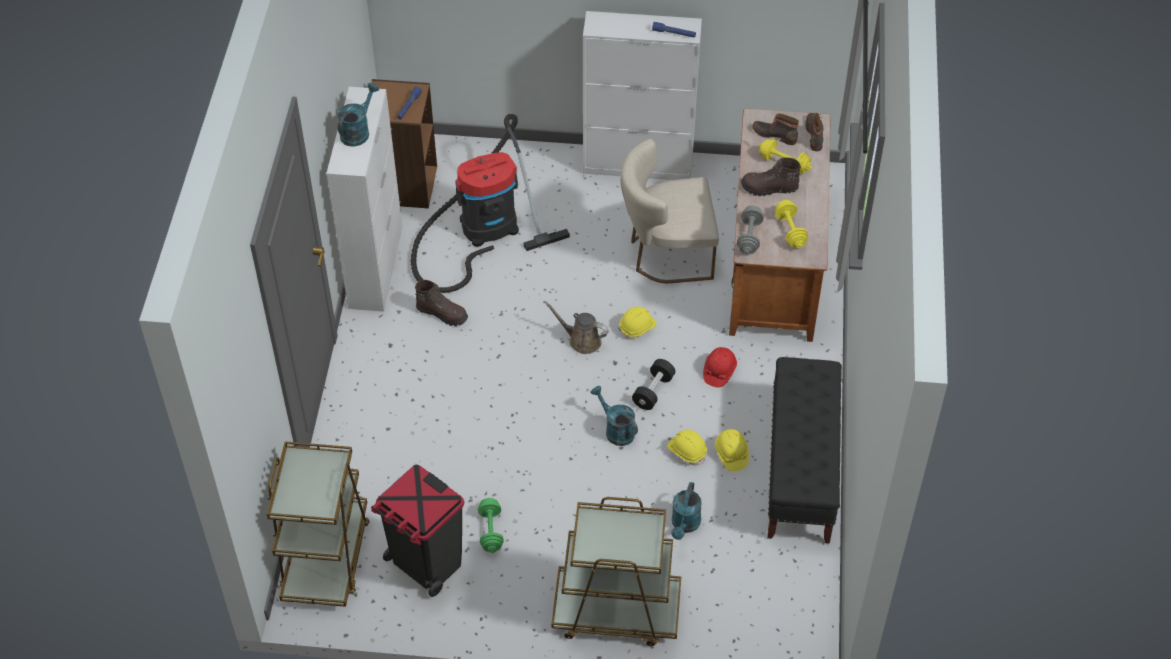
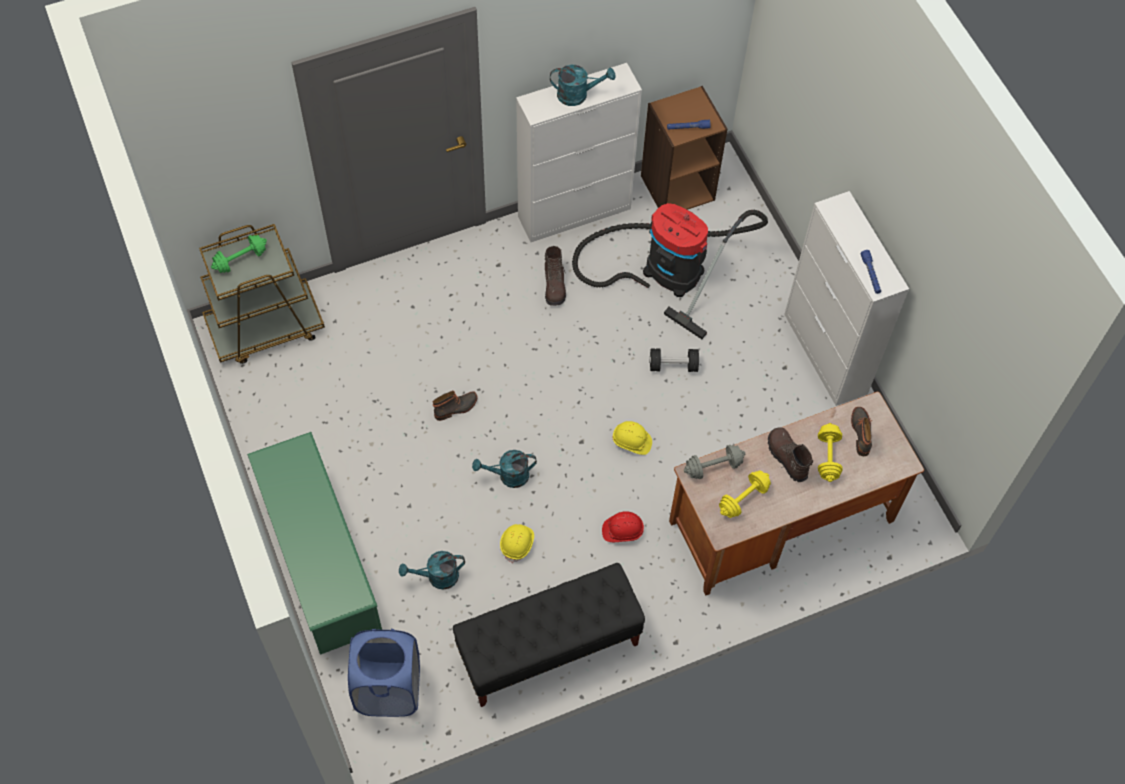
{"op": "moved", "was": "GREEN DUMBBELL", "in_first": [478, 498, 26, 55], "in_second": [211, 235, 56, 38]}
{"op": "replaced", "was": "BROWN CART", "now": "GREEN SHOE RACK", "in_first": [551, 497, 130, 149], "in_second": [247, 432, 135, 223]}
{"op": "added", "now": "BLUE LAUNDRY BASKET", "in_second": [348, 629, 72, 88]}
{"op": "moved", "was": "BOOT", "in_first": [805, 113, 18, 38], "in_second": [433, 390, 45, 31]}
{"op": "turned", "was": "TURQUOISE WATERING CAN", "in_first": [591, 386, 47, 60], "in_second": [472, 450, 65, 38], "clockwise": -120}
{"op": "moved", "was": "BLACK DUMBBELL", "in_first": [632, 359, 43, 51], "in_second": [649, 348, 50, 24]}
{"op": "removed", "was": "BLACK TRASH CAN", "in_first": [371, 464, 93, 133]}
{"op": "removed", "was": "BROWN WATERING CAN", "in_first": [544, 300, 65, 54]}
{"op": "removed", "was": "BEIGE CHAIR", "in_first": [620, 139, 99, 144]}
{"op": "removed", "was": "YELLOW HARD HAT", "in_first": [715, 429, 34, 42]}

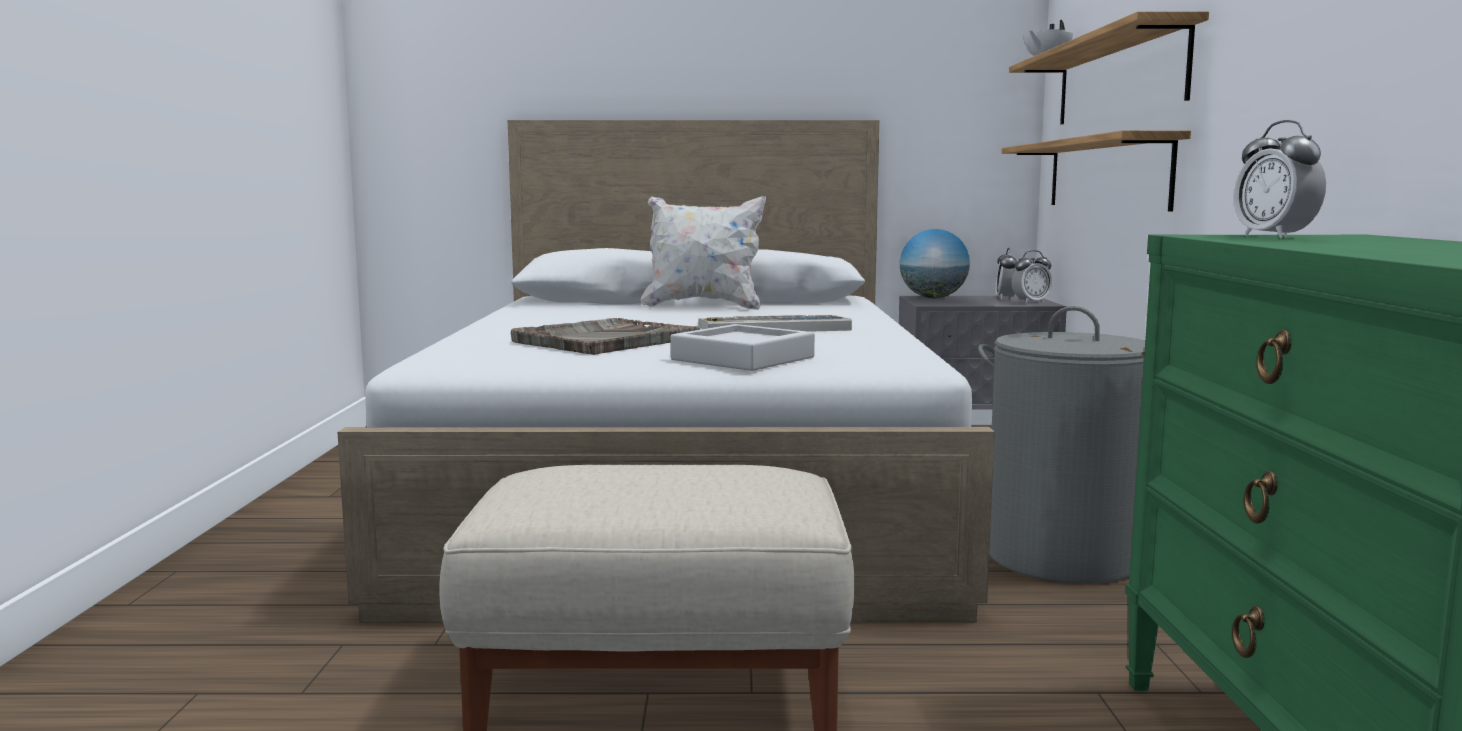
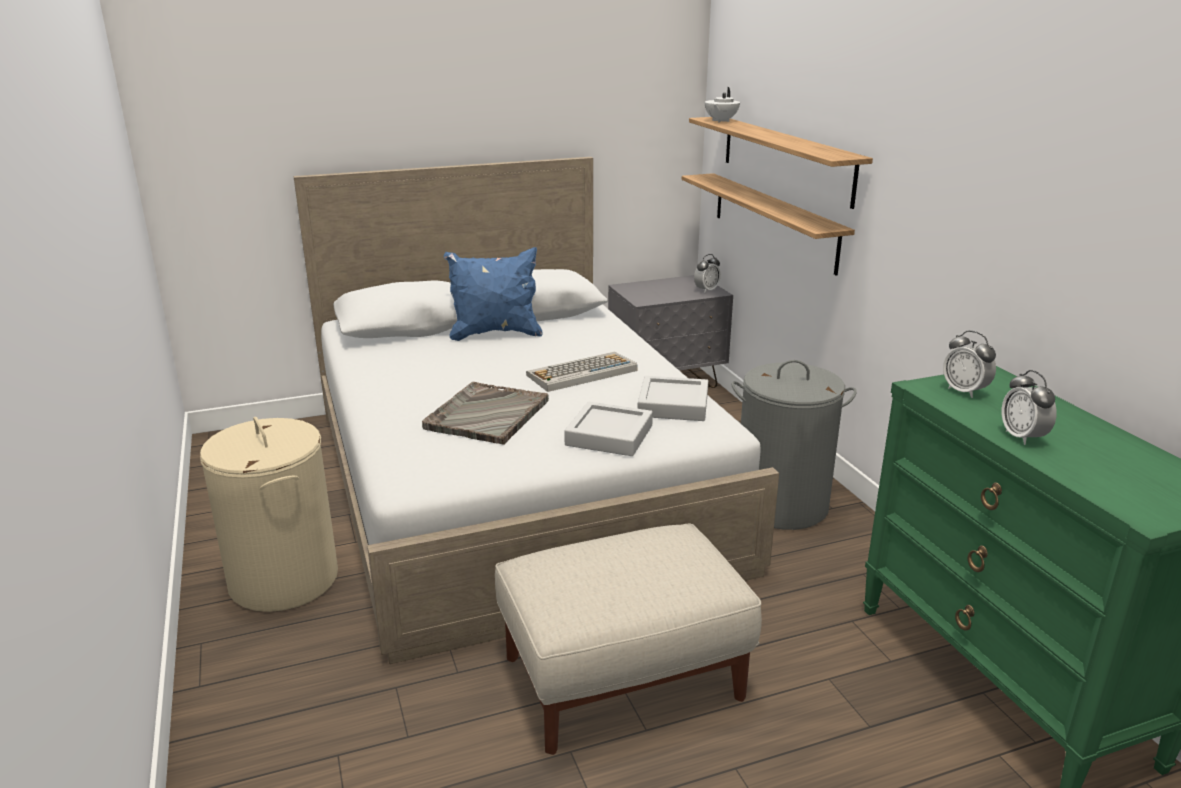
{"op": "added", "now": "BEIGE LAUNDRY BASKET", "in_second": [200, 417, 138, 195]}
{"op": "recoloured", "was": "WHITE PILLOW", "now": "BLUE PILLOW", "in_first": [641, 196, 125, 114], "in_second": [444, 247, 99, 94]}
{"op": "added", "now": "GREY TRAY", "in_second": [638, 376, 70, 45]}
{"op": "moved", "was": "ALARM CLOCK", "in_first": [996, 248, 21, 52], "in_second": [1002, 370, 55, 75]}
{"op": "removed", "was": "GLOBE", "in_first": [900, 229, 70, 69]}

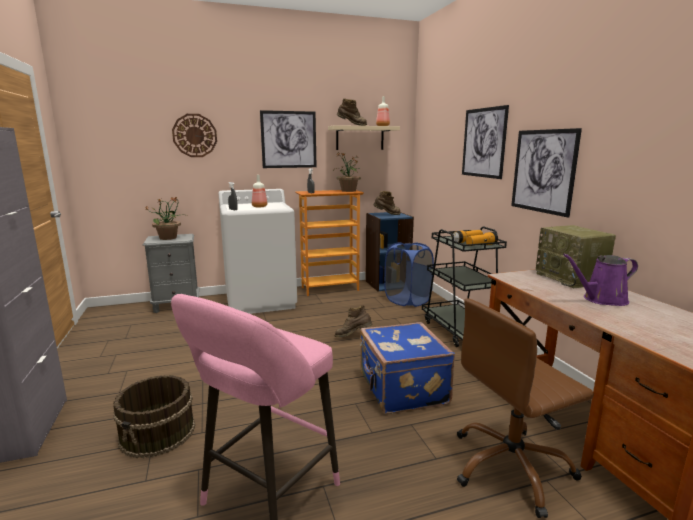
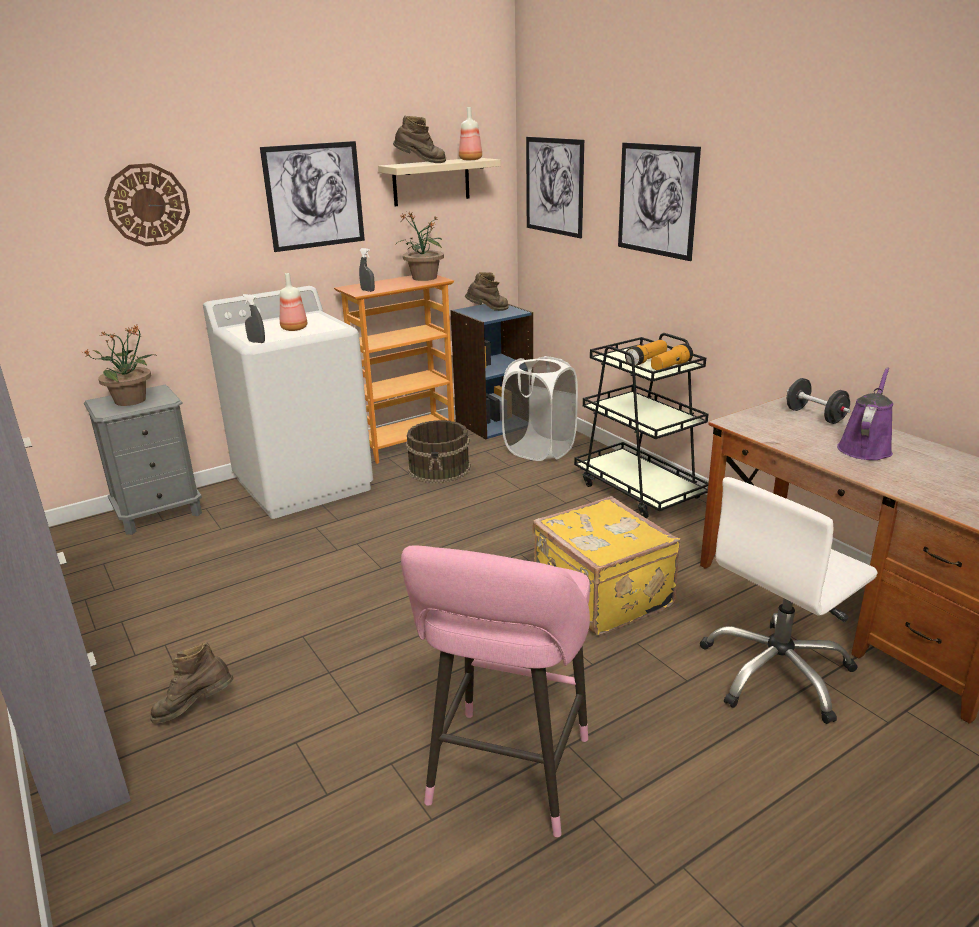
{"op": "moved", "was": "BROWN BOOT", "in_first": [335, 305, 38, 32], "in_second": [150, 642, 84, 81]}
{"op": "moved", "was": "BROWN BUCKET", "in_first": [114, 375, 82, 83], "in_second": [406, 420, 64, 63]}
{"op": "recoloured", "was": "BLUE LAUNDRY BASKET", "now": "WHITE LAUNDRY BASKET", "in_first": [384, 242, 50, 65], "in_second": [502, 356, 76, 105]}
{"op": "moved", "was": "PICTURE", "in_first": [511, 128, 71, 89], "in_second": [526, 137, 58, 101]}
{"op": "recoloured", "was": "BLUE SUITCASE", "now": "YELLOW SUITCASE", "in_first": [360, 322, 95, 92], "in_second": [532, 496, 149, 139]}
{"op": "recoloured", "was": "BROWN OFFICE CHAIR", "now": "WHITE OFFICE CHAIR", "in_first": [457, 298, 137, 220], "in_second": [700, 477, 178, 247]}
{"op": "replaced", "was": "RADIO", "now": "BLACK DUMBBELL", "in_first": [536, 225, 80, 63], "in_second": [787, 378, 64, 46]}
{"op": "turned", "was": "PURPLE WATERING CAN", "in_first": [563, 254, 75, 52], "in_second": [837, 368, 56, 92], "clockwise": 150}

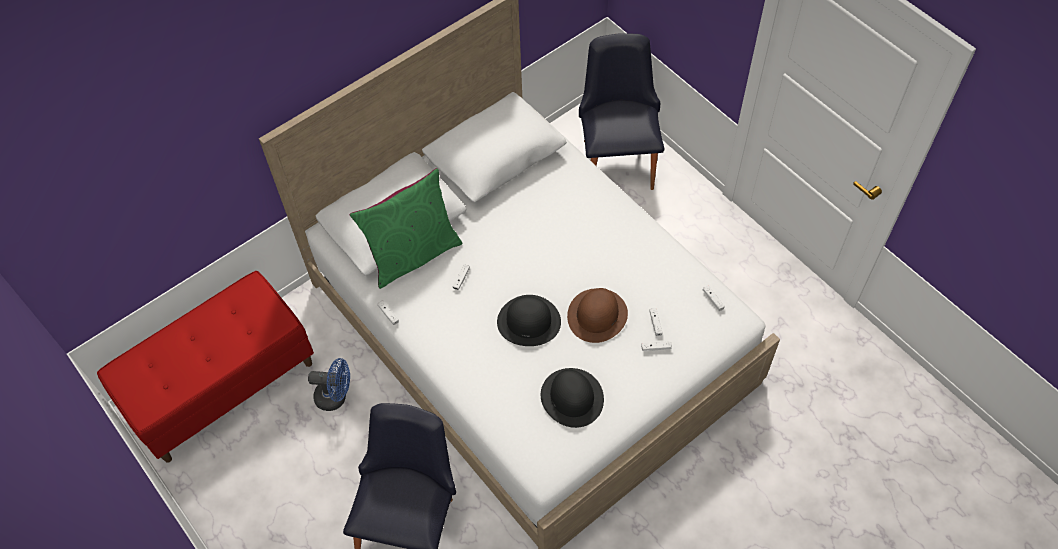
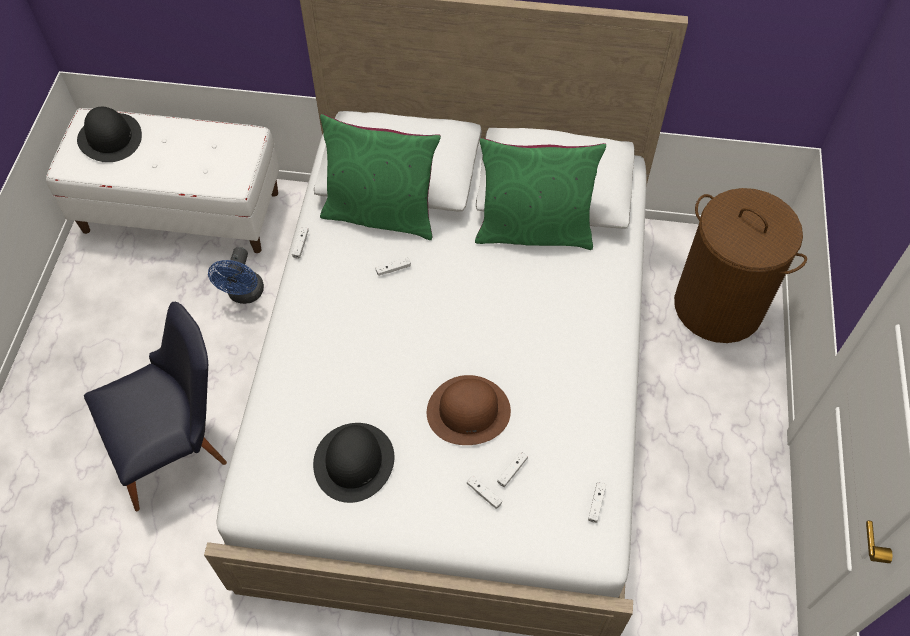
{"op": "recoloured", "was": "RED BENCH", "now": "WHITE BENCH", "in_first": [97, 271, 217, 192], "in_second": [46, 108, 233, 145]}
{"op": "moved", "was": "BLACK HAT", "in_first": [497, 295, 64, 51], "in_second": [77, 107, 65, 55]}
{"op": "turned", "was": "BLUE FAN", "in_first": [308, 358, 42, 53], "in_second": [208, 247, 56, 57], "clockwise": 45}
{"op": "added", "now": "GREEN PILLOW", "in_second": [475, 138, 131, 112]}
{"op": "replaced", "was": "BLACK CHAIR", "now": "BROWN LAUNDRY BASKET", "in_first": [579, 33, 86, 157], "in_second": [674, 188, 133, 155]}

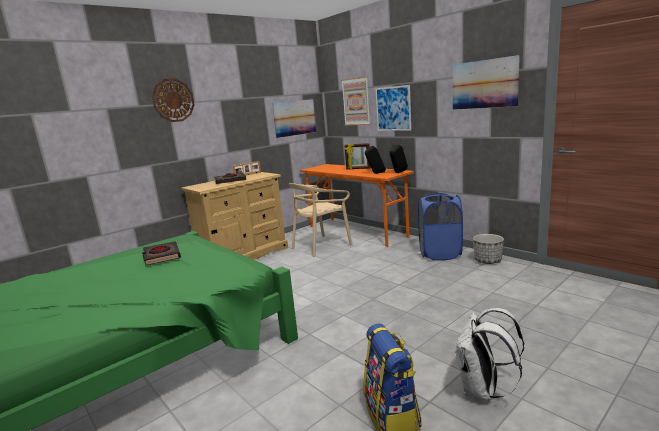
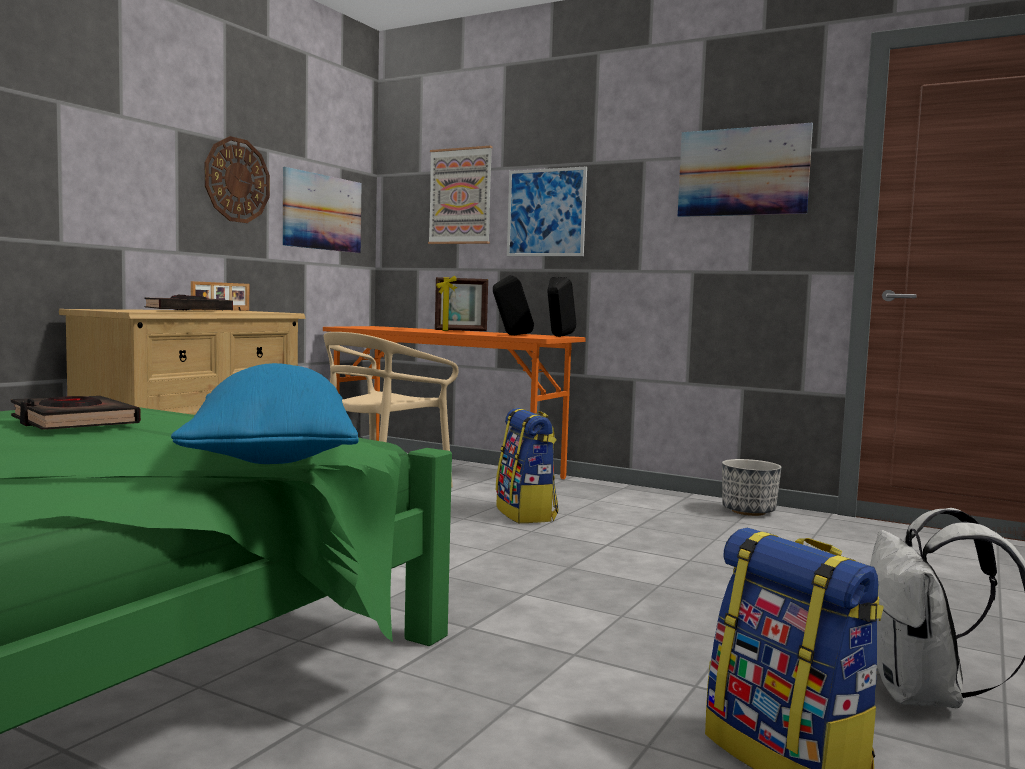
{"op": "added", "now": "BLUE PILLOW", "in_second": [171, 363, 188, 101]}
{"op": "moved", "was": "WALL CLOCK", "in_first": [152, 79, 43, 43], "in_second": [205, 136, 65, 87]}
{"op": "added", "now": "BACKPACK", "in_second": [496, 408, 63, 115]}
{"op": "removed", "was": "BLUE LAUNDRY BASKET", "in_first": [418, 193, 45, 68]}

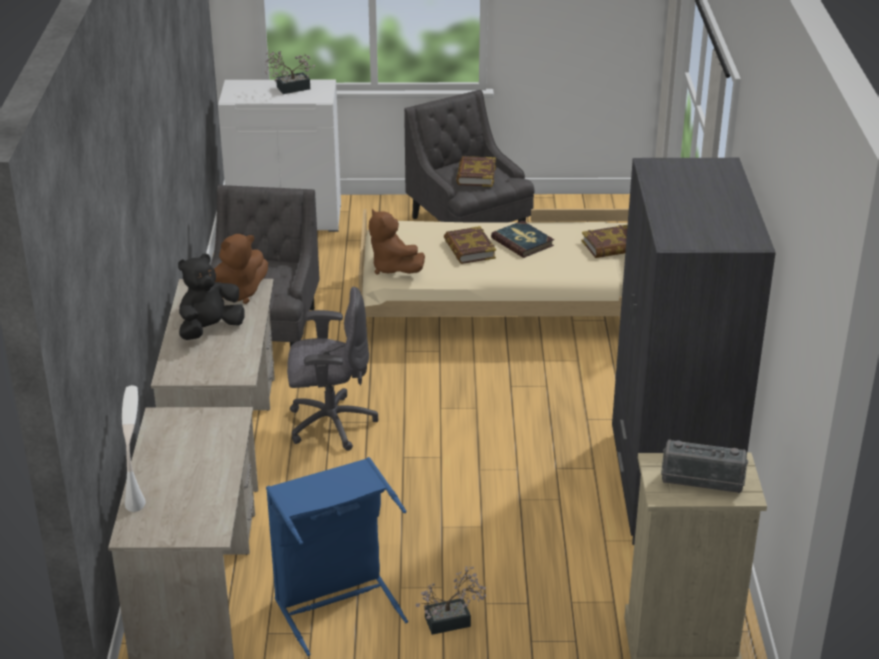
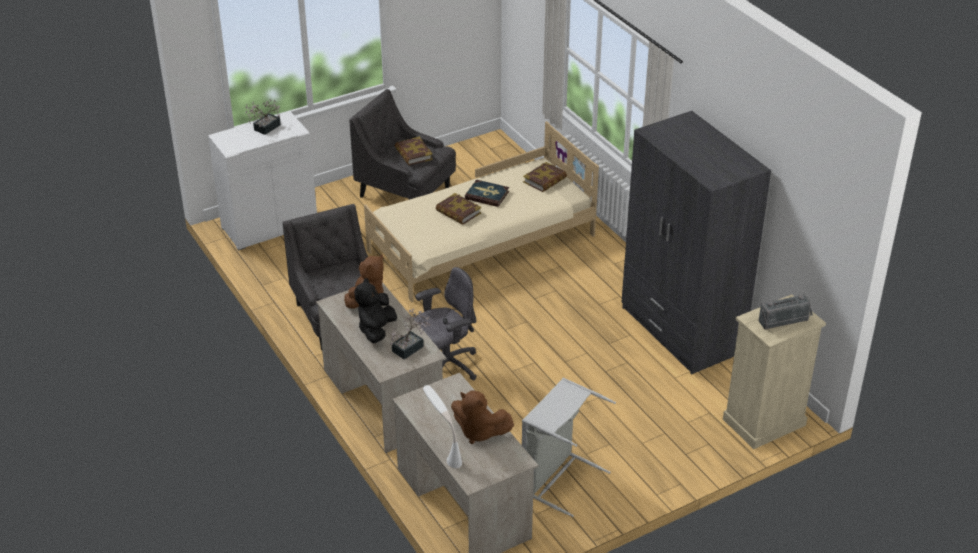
{"op": "moved", "was": "POTTED PLANT", "in_first": [416, 567, 70, 68], "in_second": [390, 308, 40, 51]}
{"op": "moved", "was": "BROWN PLUSH TOY", "in_first": [369, 208, 56, 67], "in_second": [451, 391, 63, 53]}
{"op": "recoloured", "was": "BLUE LAUNDRY BASKET", "now": "GREY LAUNDRY BASKET", "in_first": [266, 457, 142, 199], "in_second": [522, 378, 94, 139]}

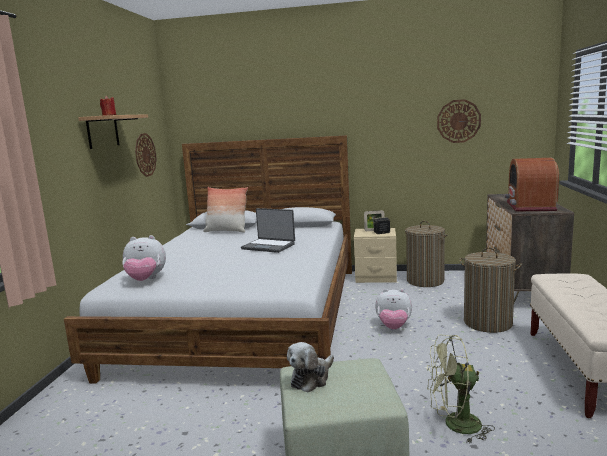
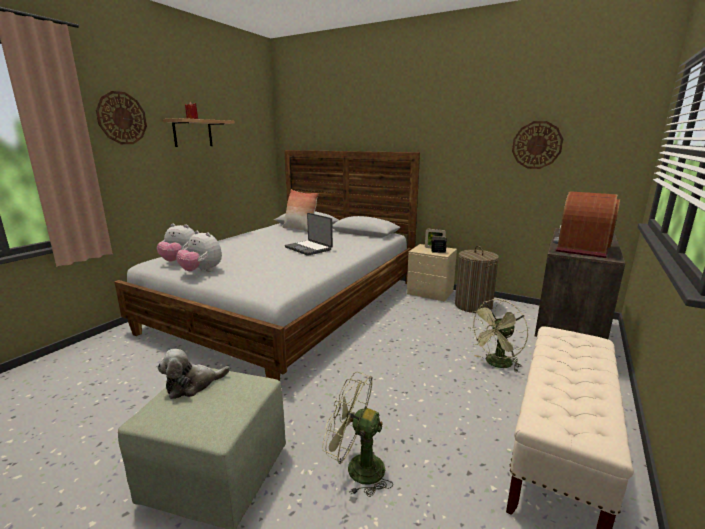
{"op": "moved", "was": "WALL CLOCK", "in_first": [135, 133, 22, 44], "in_second": [96, 91, 51, 53]}
{"op": "moved", "was": "PLUSH TOY", "in_first": [375, 289, 37, 40], "in_second": [176, 231, 46, 41]}
{"op": "replaced", "was": "LAUNDRY BASKET", "now": "GREEN FAN", "in_first": [459, 248, 63, 85], "in_second": [471, 299, 57, 73]}

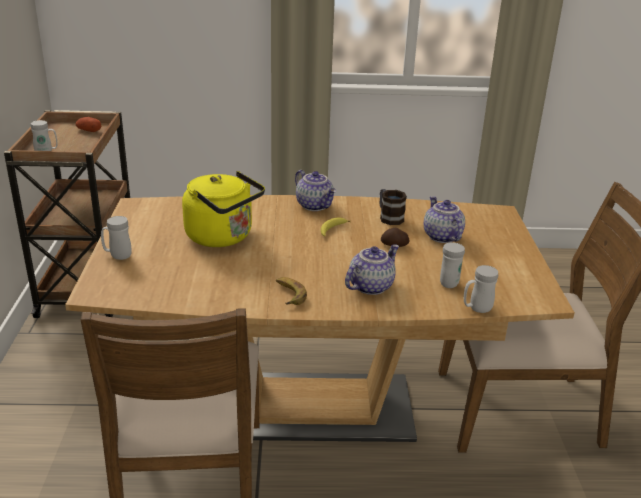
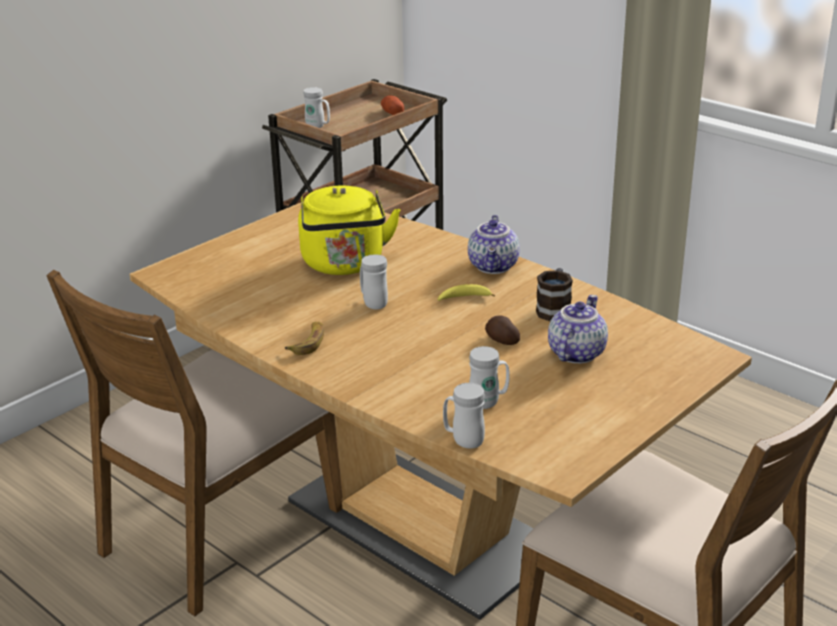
{"op": "moved", "was": "WHITE MUG", "in_first": [101, 216, 31, 44], "in_second": [360, 254, 28, 56]}
{"op": "removed", "was": "TEAPOT", "in_first": [345, 244, 54, 51]}

